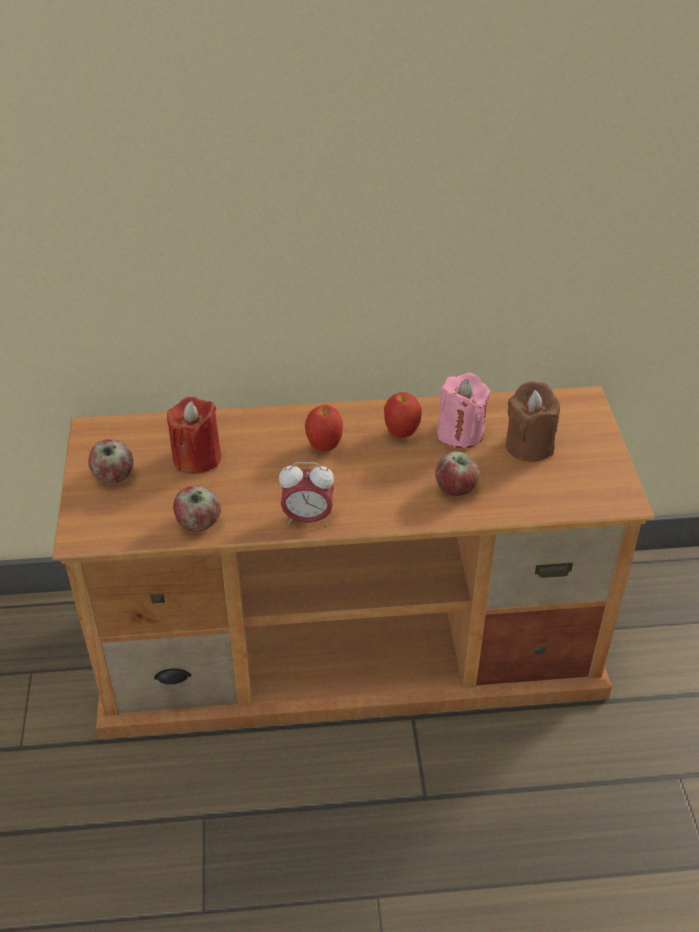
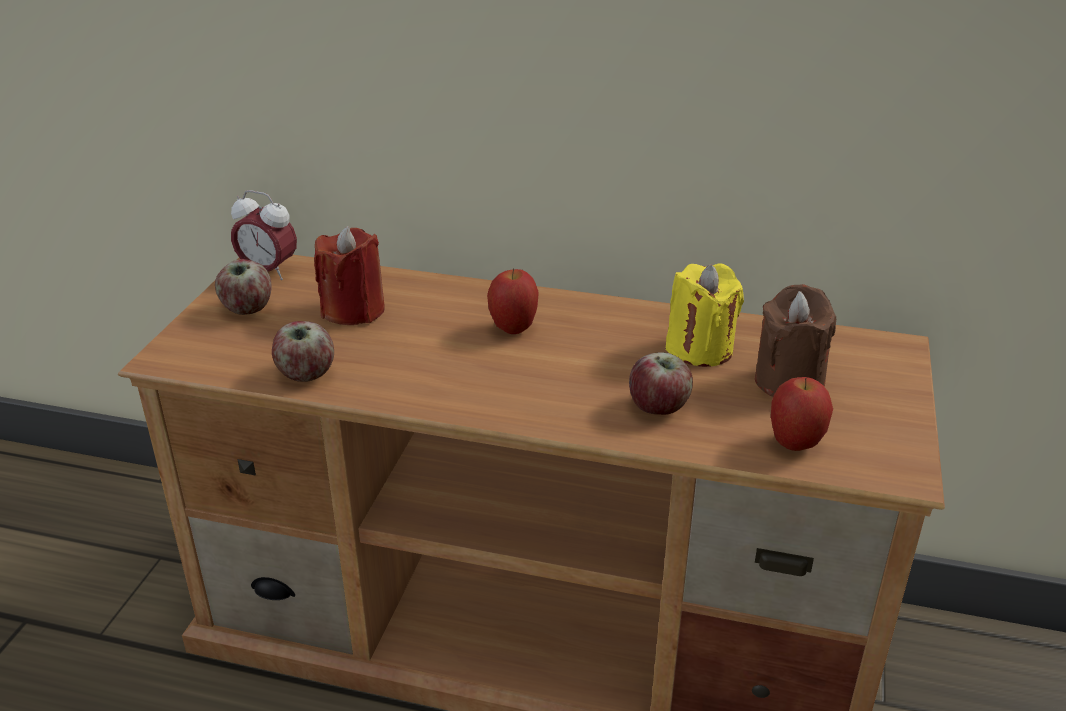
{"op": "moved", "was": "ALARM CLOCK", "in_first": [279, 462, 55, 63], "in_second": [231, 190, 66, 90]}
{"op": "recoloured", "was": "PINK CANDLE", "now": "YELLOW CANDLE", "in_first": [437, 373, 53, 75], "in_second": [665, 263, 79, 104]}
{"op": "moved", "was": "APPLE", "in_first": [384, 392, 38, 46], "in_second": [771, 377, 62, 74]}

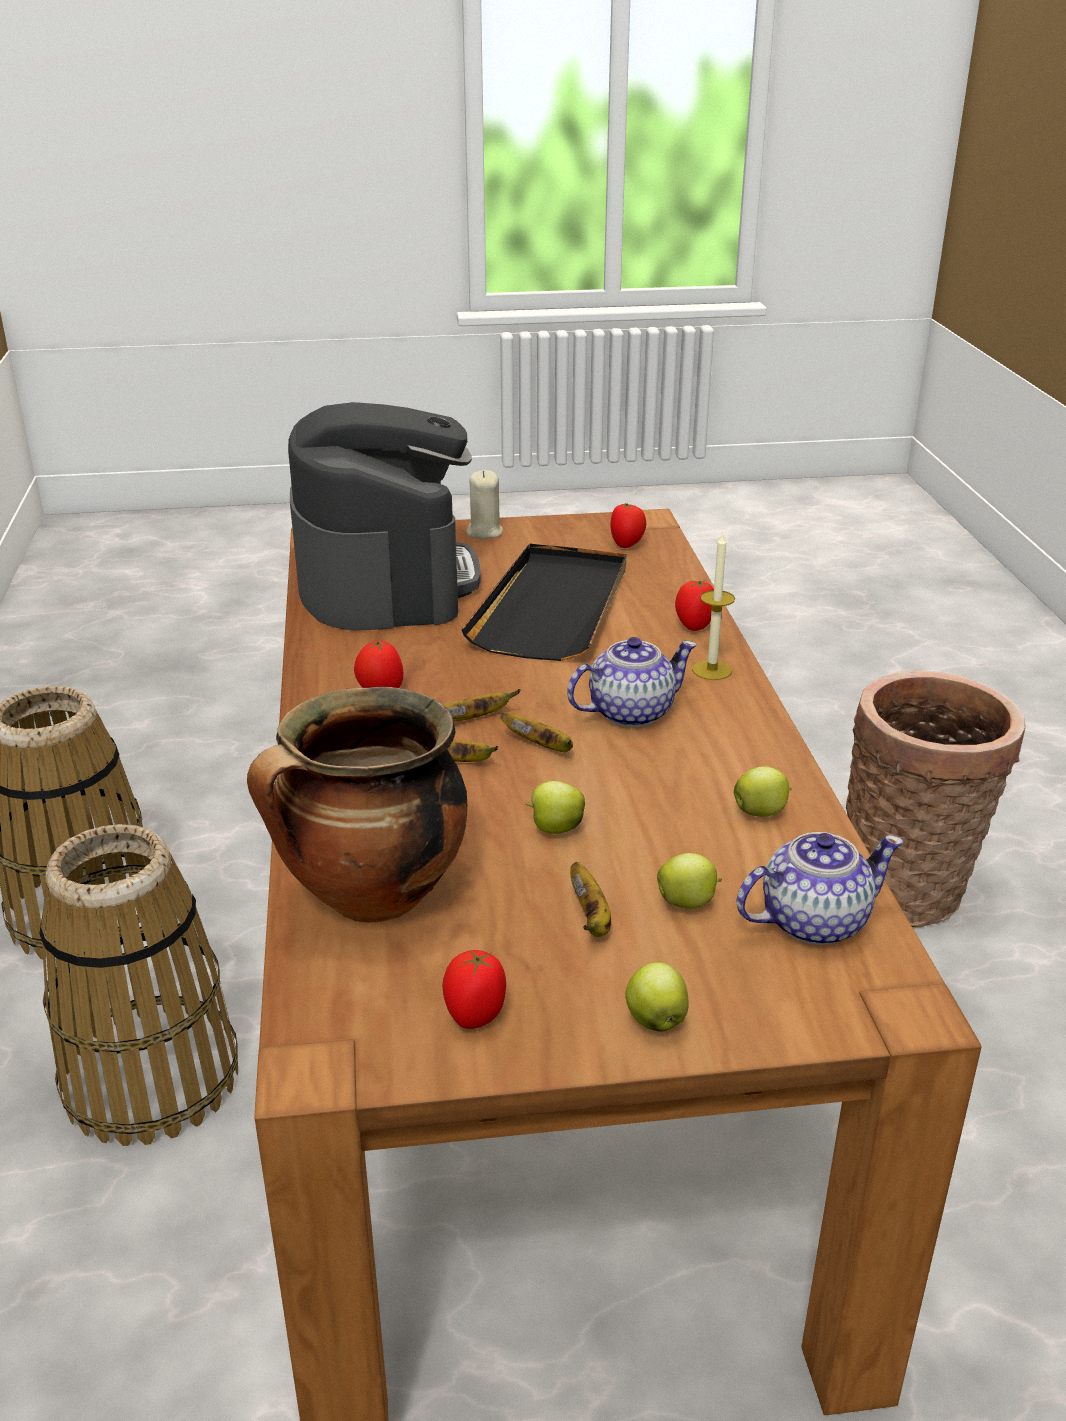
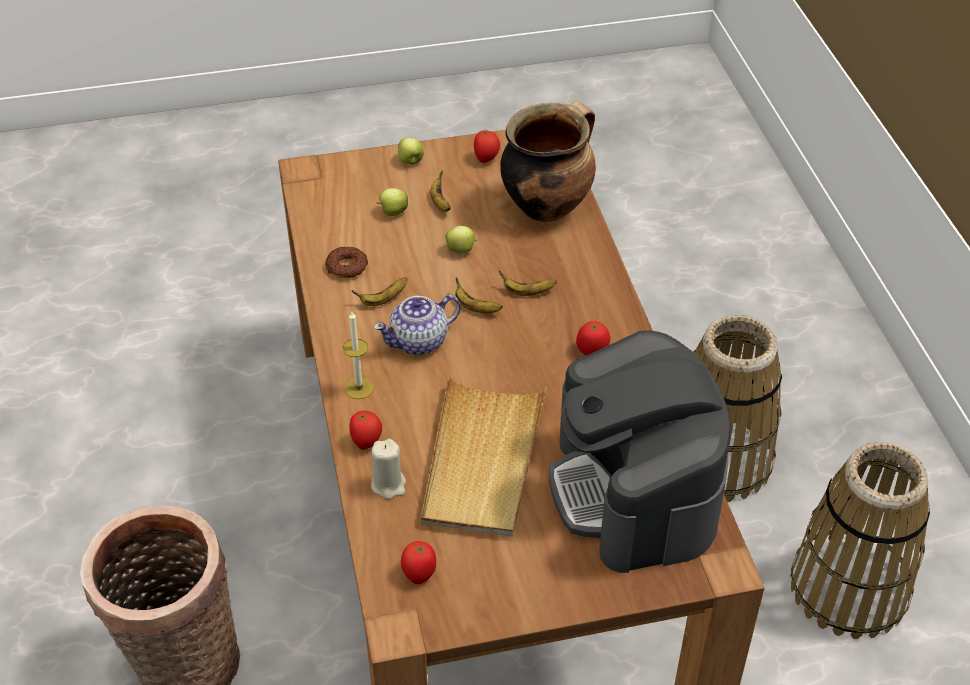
{"op": "replaced", "was": "APPLE", "now": "DONUT", "in_first": [734, 766, 58, 51], "in_second": [326, 247, 42, 31]}
{"op": "moved", "was": "BANANA", "in_first": [443, 689, 77, 33], "in_second": [352, 277, 56, 29]}
{"op": "moved", "was": "BEIGE CANDLE", "in_first": [466, 470, 37, 69], "in_second": [371, 439, 35, 60]}
{"op": "recoloured", "was": "BLACK TRAY", "now": "BEIGE TRAY", "in_first": [461, 544, 165, 117], "in_second": [421, 376, 126, 160]}
{"op": "removed", "was": "TEAPOT", "in_first": [736, 832, 168, 113]}

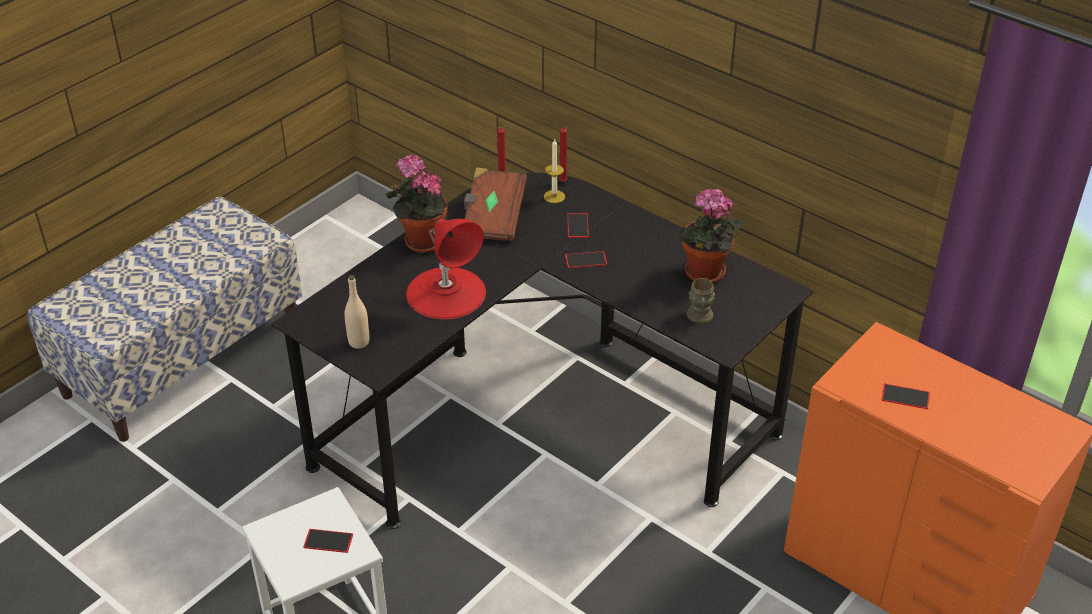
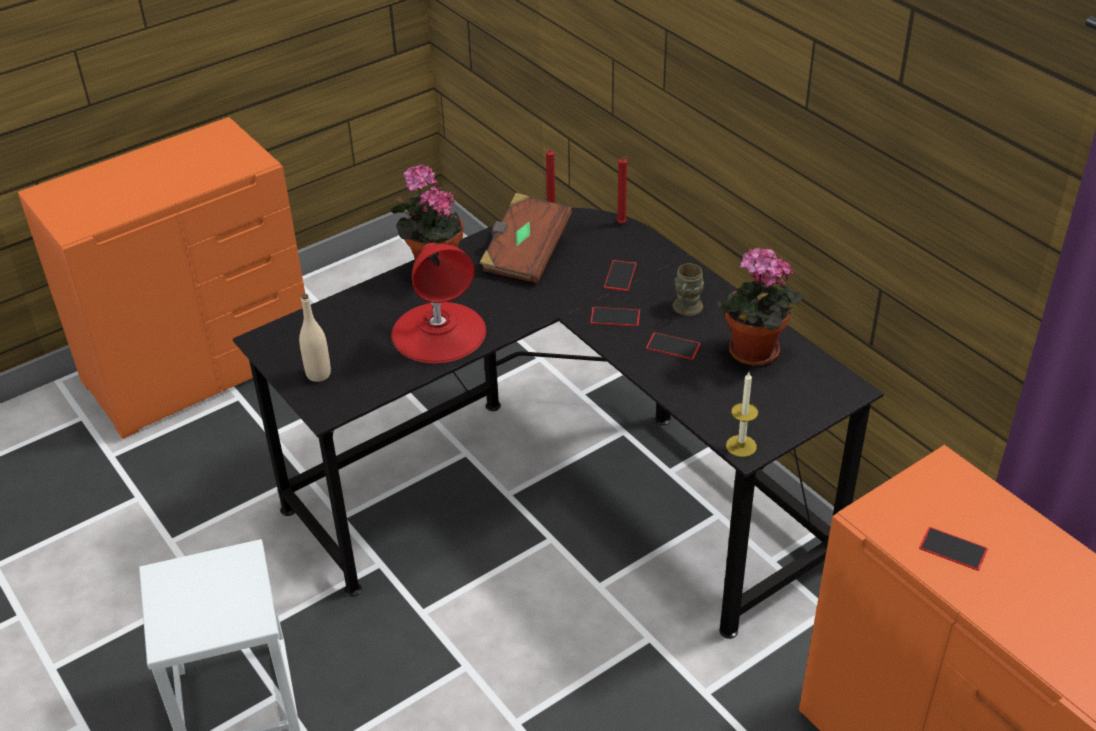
{"op": "replaced", "was": "BENCH", "now": "ORANGE DRESSER", "in_first": [27, 197, 275, 245], "in_second": [18, 117, 287, 322]}
{"op": "moved", "was": "PHONE", "in_first": [303, 529, 50, 24], "in_second": [646, 332, 55, 28]}
{"op": "moved", "was": "BROWN MUG", "in_first": [687, 278, 28, 45], "in_second": [672, 264, 32, 52]}
{"op": "moved", "was": "CANDLE", "in_first": [544, 139, 21, 64], "in_second": [726, 372, 32, 85]}

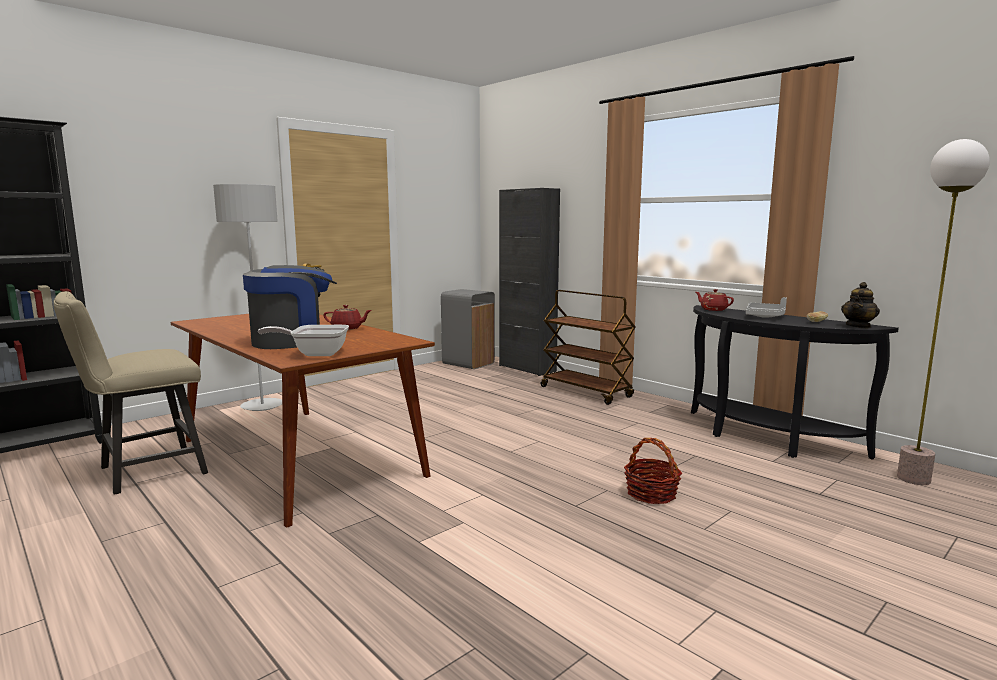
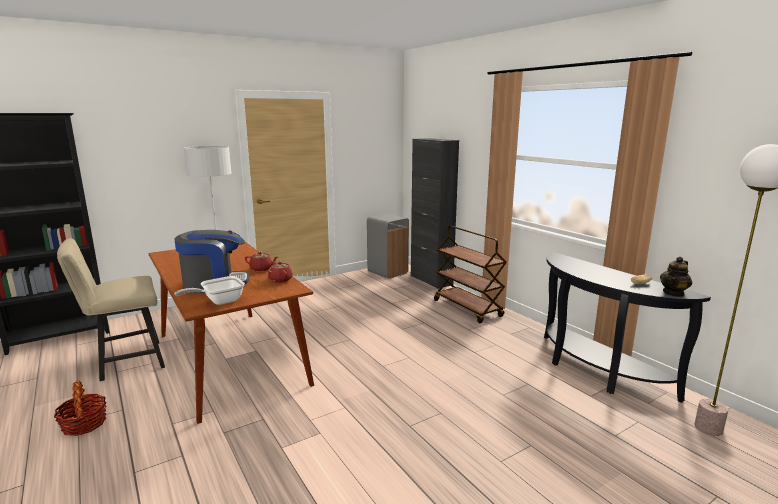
{"op": "moved", "was": "BASKET", "in_first": [624, 438, 58, 66], "in_second": [54, 380, 53, 56]}
{"op": "turned", "was": "FRYING PAN", "in_first": [258, 325, 91, 31], "in_second": [174, 276, 71, 29], "clockwise": -45}
{"op": "moved", "was": "RED TEAPOT", "in_first": [696, 289, 38, 22], "in_second": [268, 260, 25, 23]}
{"op": "removed", "was": "GREY TRAY", "in_first": [746, 297, 41, 21]}

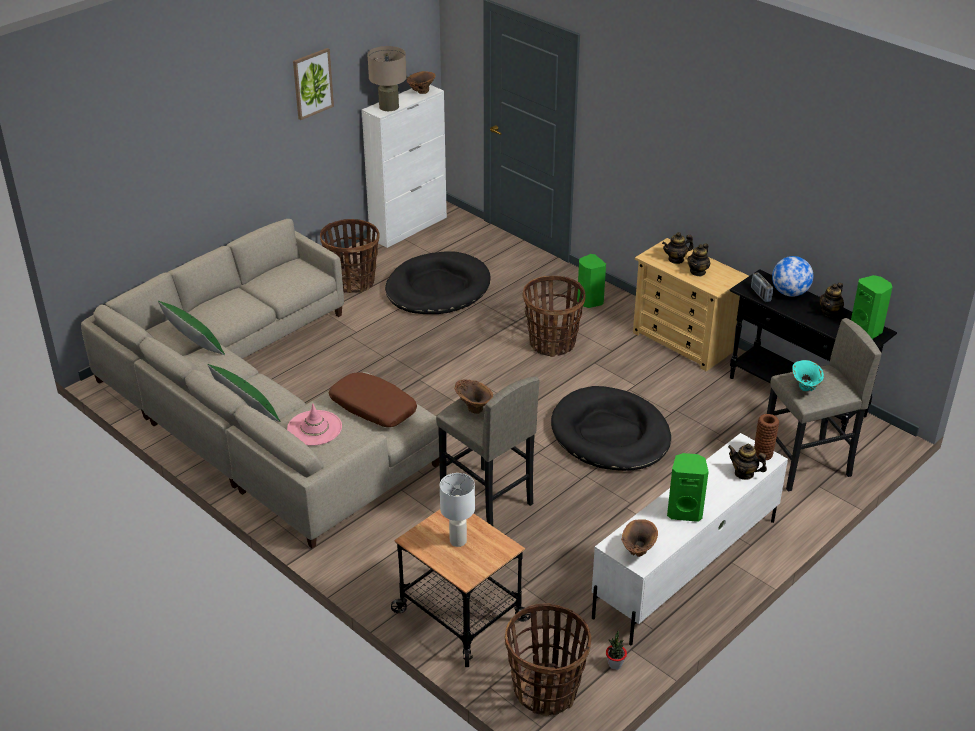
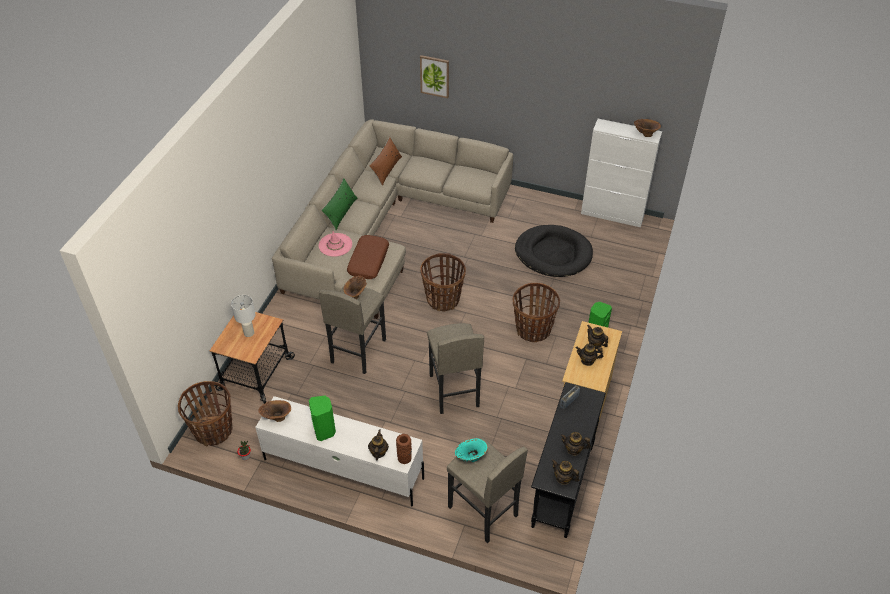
{"op": "recoloured", "was": "GREEN PILLOW", "now": "BROWN PILLOW", "in_first": [158, 301, 67, 54], "in_second": [369, 137, 33, 49]}
{"op": "moved", "was": "PICTURE", "in_first": [293, 48, 41, 72], "in_second": [420, 55, 29, 43]}
{"op": "moved", "was": "BASKET", "in_first": [320, 219, 60, 74], "in_second": [420, 253, 46, 59]}
{"op": "replaced", "was": "BLACK DOG BED", "now": "GREY STOOL", "in_first": [551, 386, 120, 85], "in_second": [427, 323, 57, 91]}
{"op": "replaced", "was": "GREEN SPEAKER", "now": "TEAPOT", "in_first": [851, 275, 41, 64], "in_second": [552, 459, 27, 26]}
{"op": "removed", "was": "BEIGE TABLE LAMP", "in_first": [367, 46, 40, 65]}
{"op": "removed", "was": "GLOBE", "in_first": [772, 256, 41, 41]}

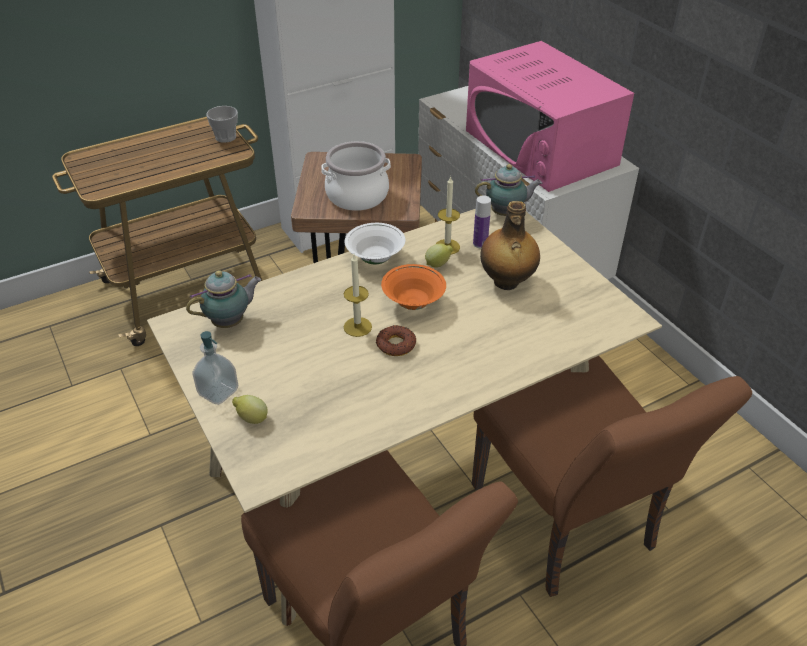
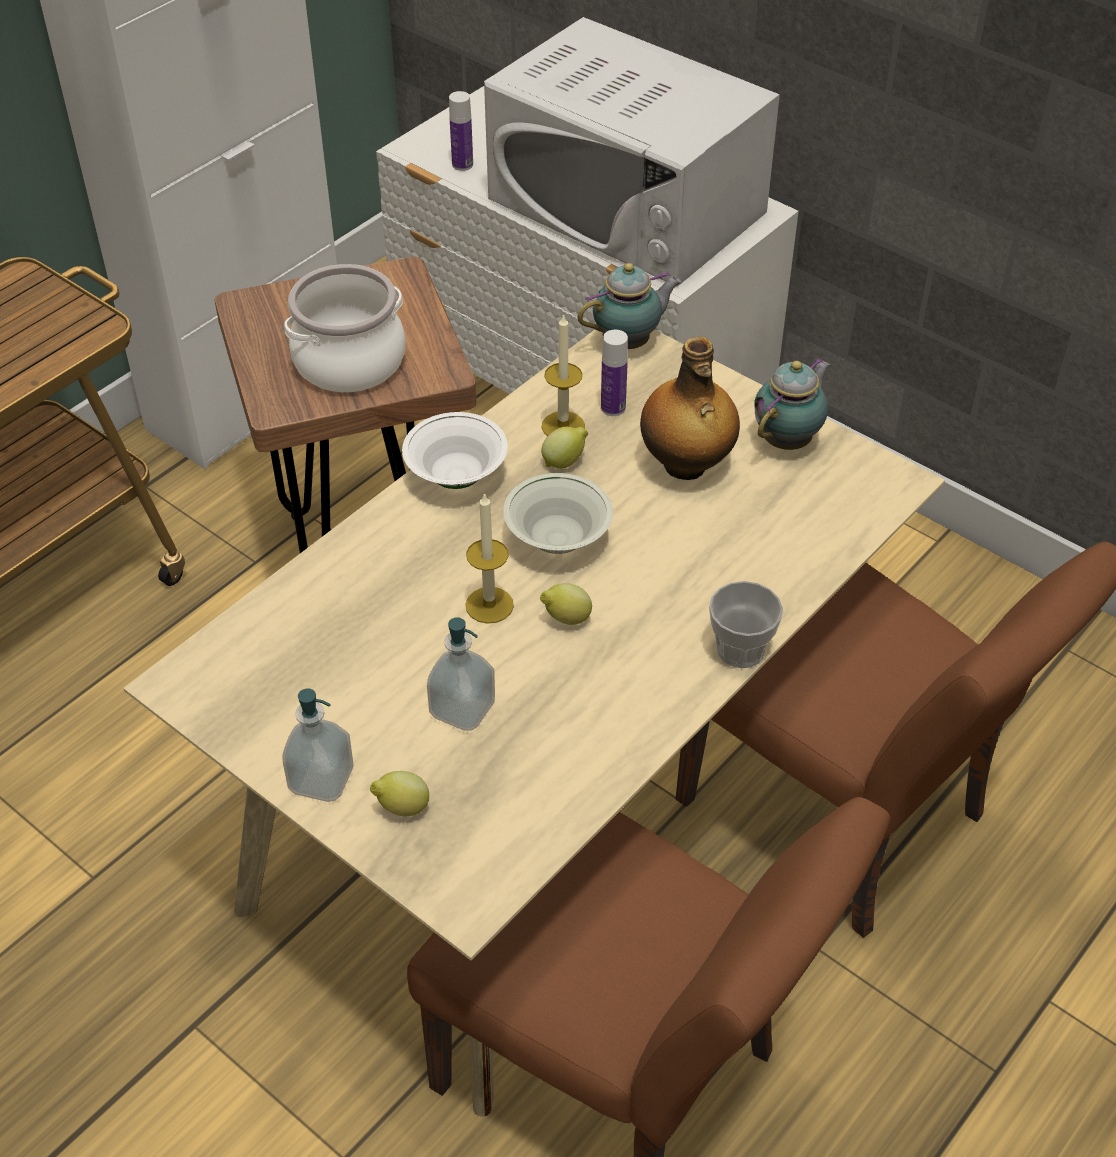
{"op": "added", "now": "SOAP DISPENSER", "in_second": [427, 617, 68, 114]}
{"op": "added", "now": "BOTTLE", "in_second": [449, 91, 24, 80]}
{"op": "recoloured", "was": "PINK MICROWAVE", "now": "WHITE MICROWAVE", "in_first": [466, 41, 168, 151], "in_second": [484, 17, 296, 270]}
{"op": "recoloured", "was": "ORANGE BOWL", "now": "WHITE BOWL", "in_first": [381, 264, 65, 46], "in_second": [503, 473, 110, 81]}
{"op": "replaced", "was": "DONUT", "now": "LEMON", "in_first": [376, 325, 40, 31], "in_second": [540, 583, 52, 42]}
{"op": "moved", "was": "CUP", "in_first": [206, 106, 32, 37], "in_second": [709, 581, 74, 87]}
{"op": "moved", "was": "TEAPOT", "in_first": [186, 270, 75, 58], "in_second": [754, 358, 76, 92]}

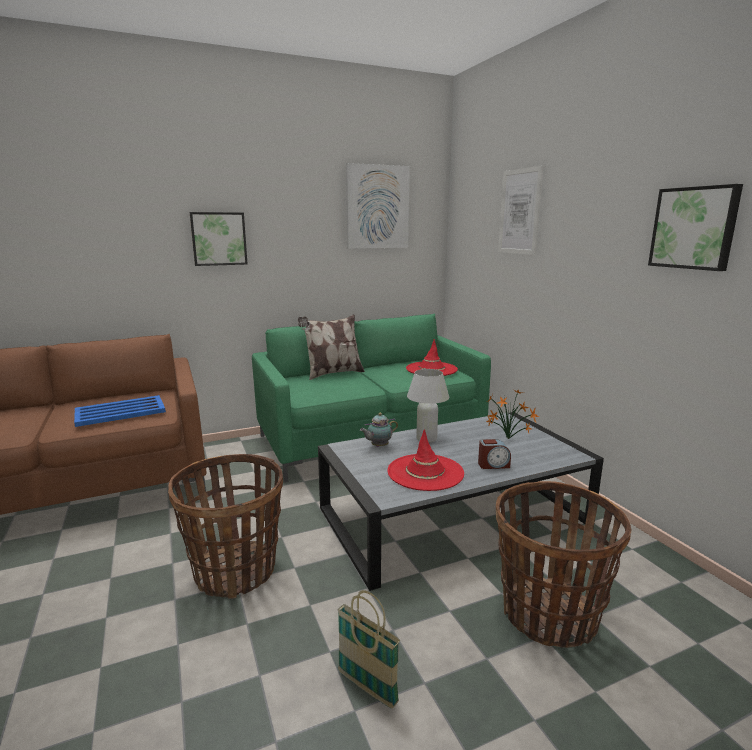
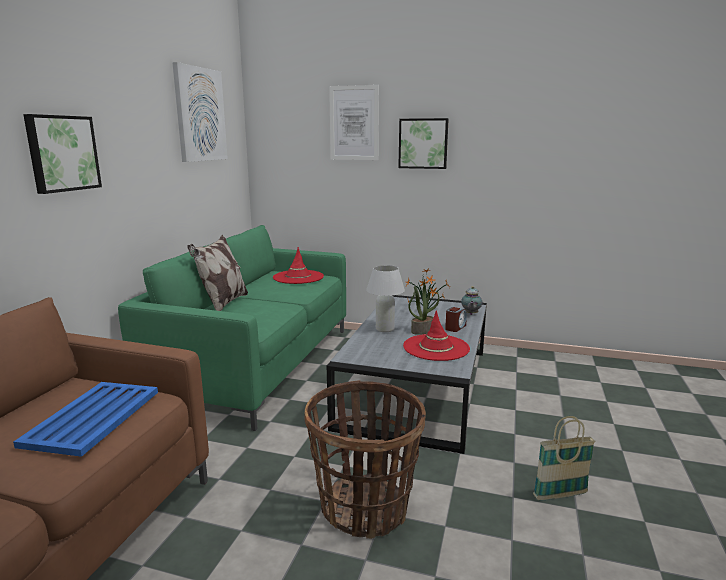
{"op": "moved", "was": "PICTURE", "in_first": [648, 184, 95, 87], "in_second": [398, 118, 51, 51]}
{"op": "added", "now": "POTTED PLANT", "in_second": [408, 285, 31, 50]}
{"op": "moved", "was": "TEAPOT", "in_first": [360, 413, 38, 34], "in_second": [461, 286, 21, 29]}
{"op": "removed", "was": "BASKET", "in_first": [496, 481, 135, 167]}

